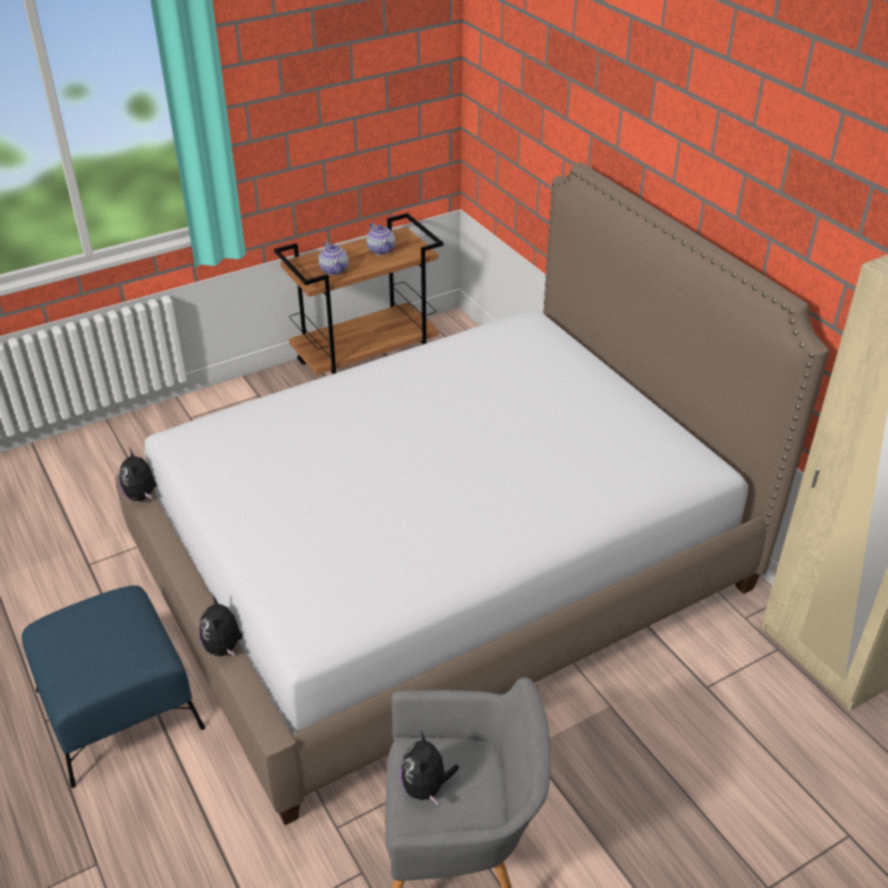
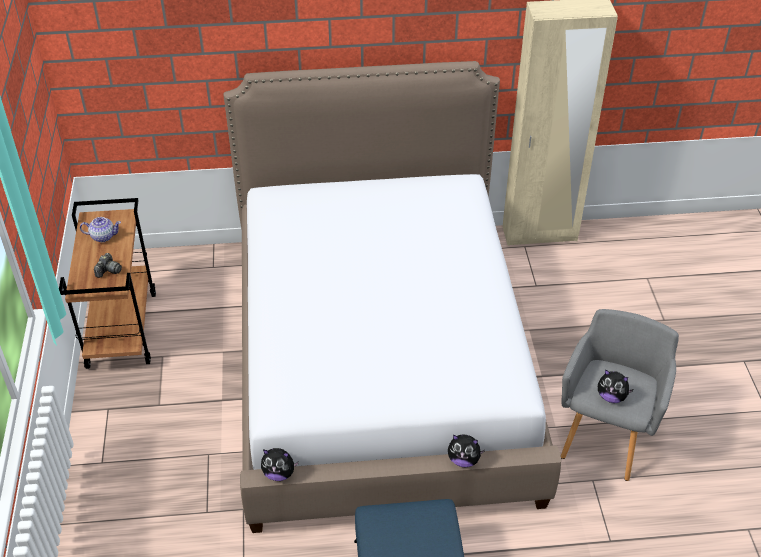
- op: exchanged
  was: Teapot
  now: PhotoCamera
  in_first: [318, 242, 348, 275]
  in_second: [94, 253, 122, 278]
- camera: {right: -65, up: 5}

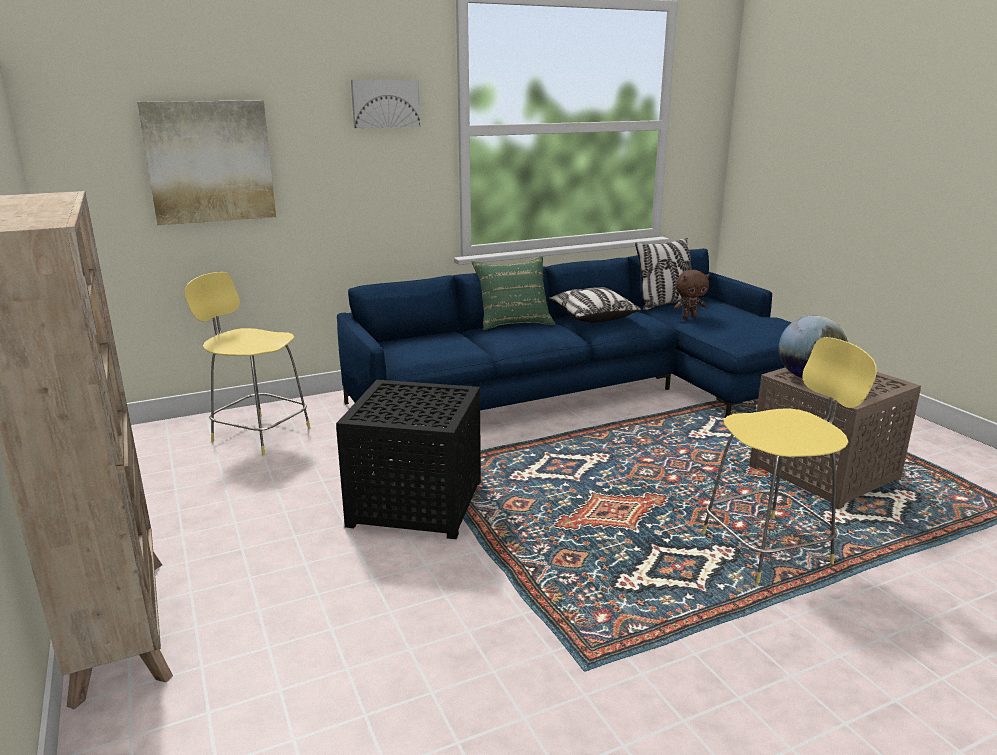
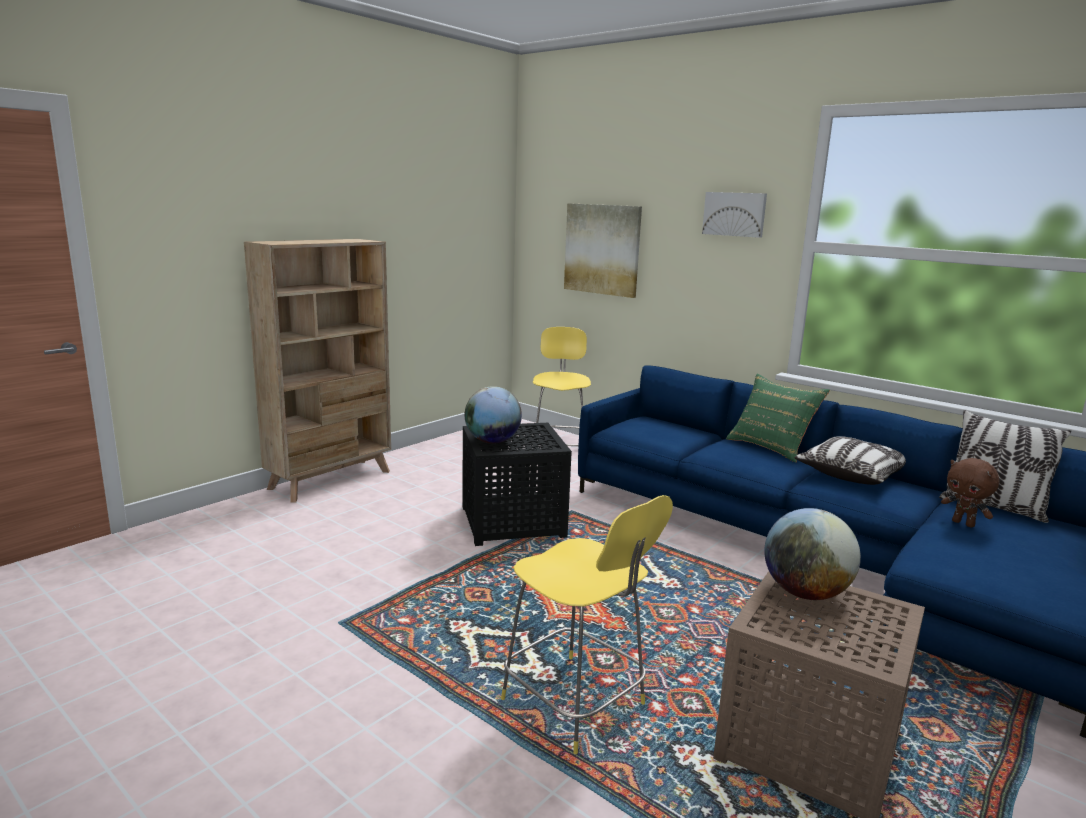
- op: appeared
  now: WorldGlobe
  in_second: [465, 386, 522, 444]
- camera: {right: 65, up: -5}

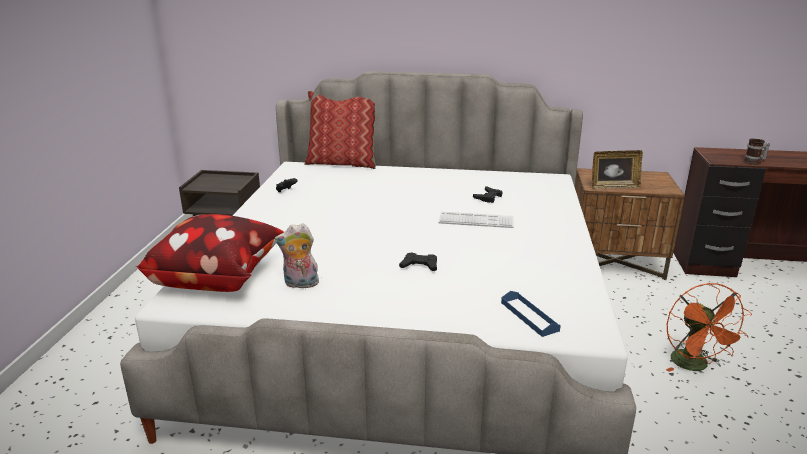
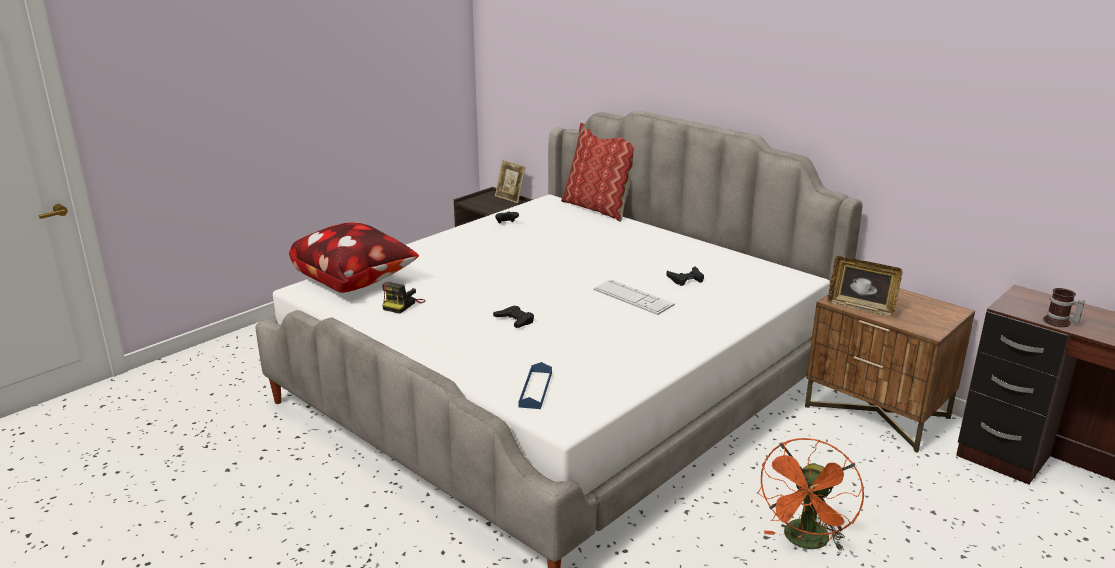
- op: appeared
  now: PictureFrame
  in_second: [495, 160, 526, 203]
- op: exchanged
  was: SoftToy
  now: PhotoCamera
  in_first: [274, 223, 320, 288]
  in_second: [382, 282, 426, 314]
- camera: {right: 35, up: 0}

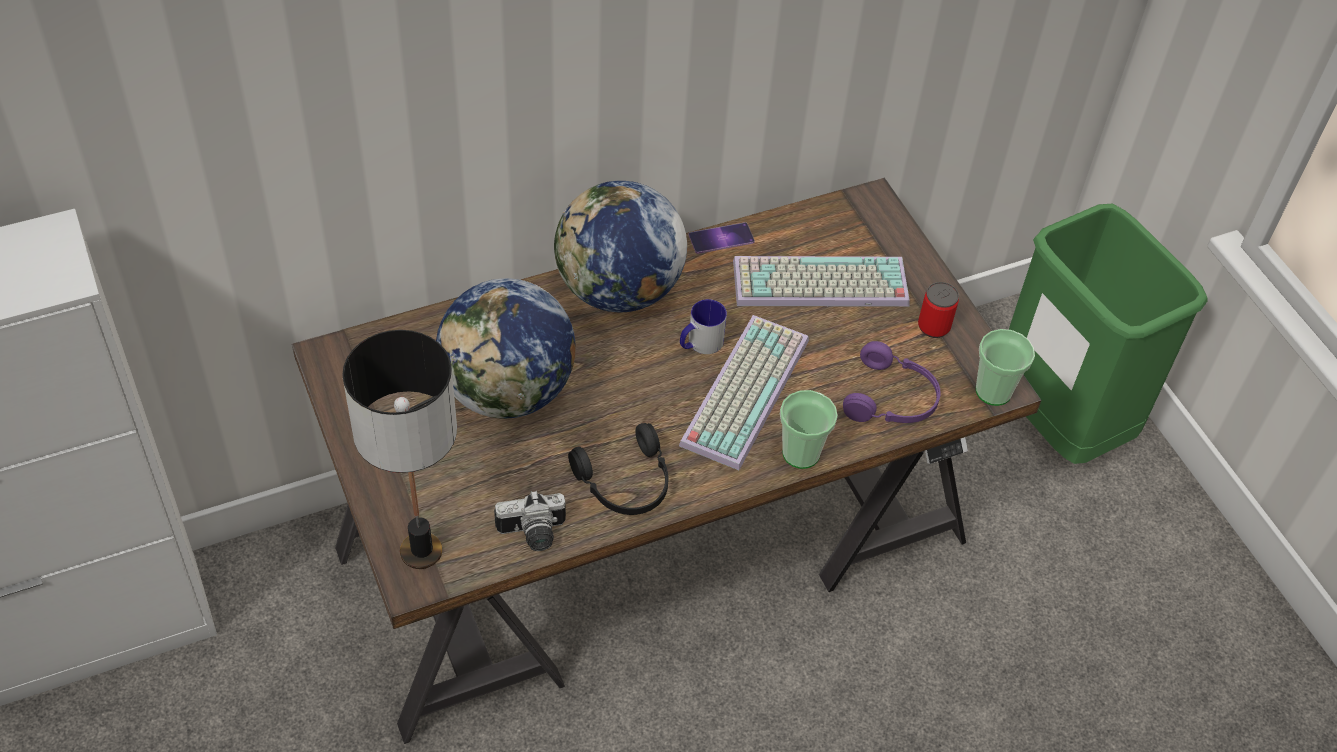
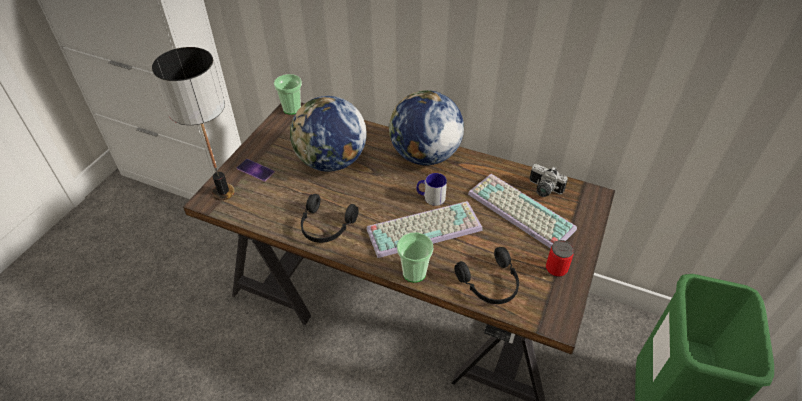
- op: relocated
  was: PhotoCamera
  in_first: [494, 490, 566, 551]
  in_second: [529, 164, 568, 197]
- op: relocated
  was: Telephone
  in_first: [688, 222, 755, 254]
  in_second: [237, 159, 275, 182]
- op: relocated
  was: Cup
  in_first: [976, 329, 1035, 406]
  in_second: [274, 74, 302, 115]
- op: colour
  was: PurpleColouredHeadphones
  now: BlackishHeadphones
  in_first: [843, 341, 941, 423]
  in_second: [454, 247, 519, 304]
- camera: {right: 50, up: -5}

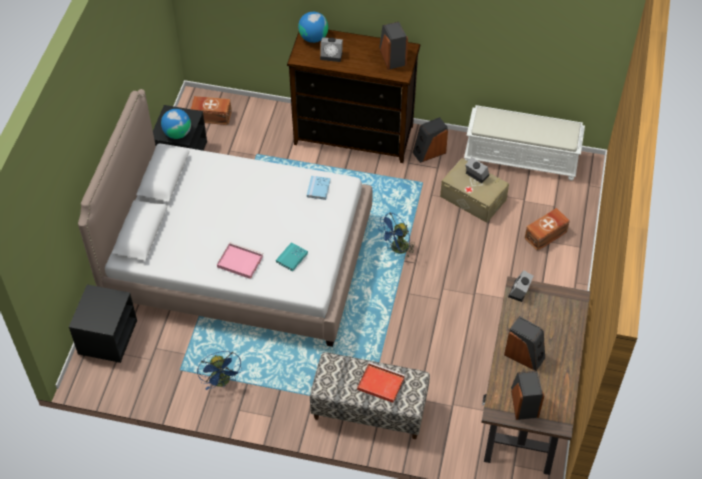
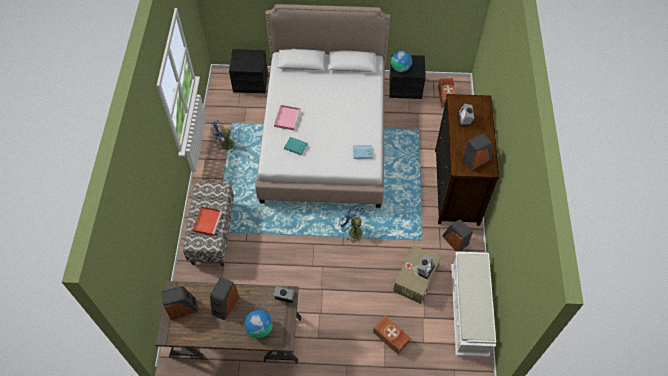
- op: relocated
  was: WorldGlobe
  in_first: [298, 12, 328, 43]
  in_second: [245, 310, 273, 338]
- camera: {right: 80, up: 5}

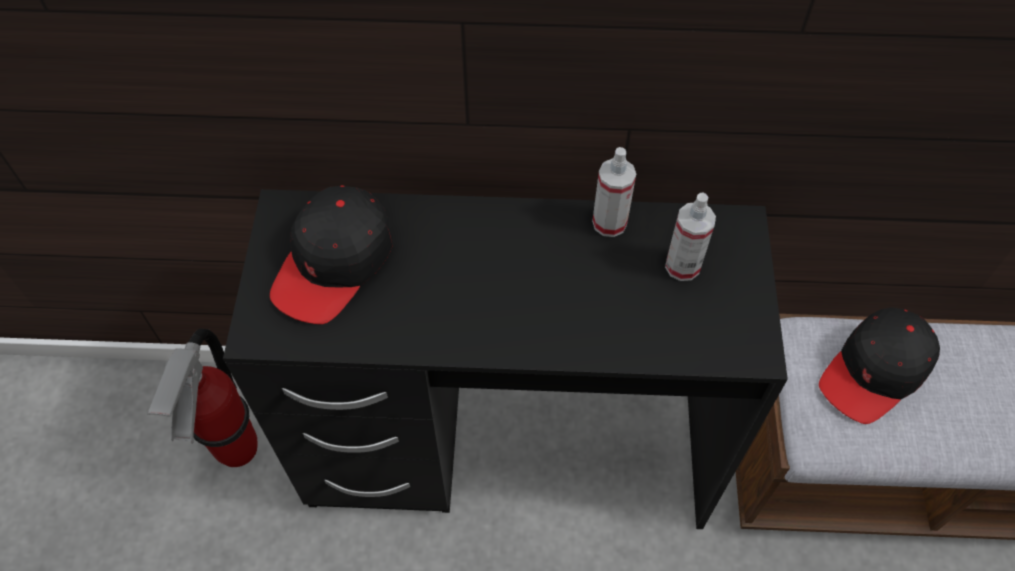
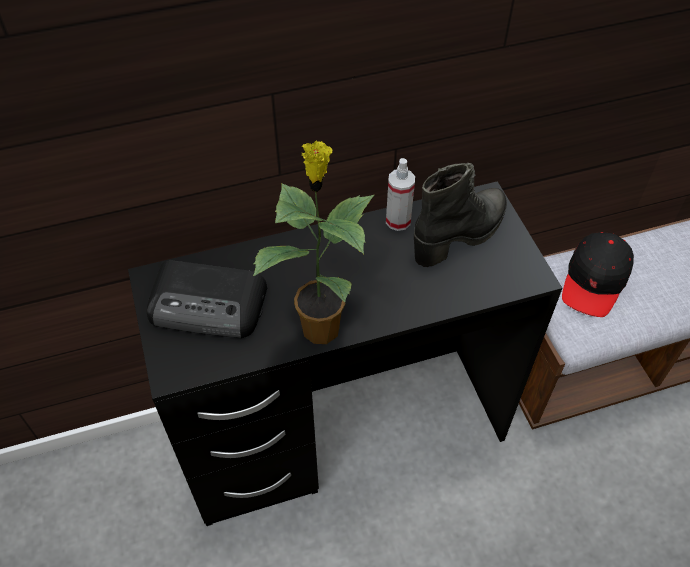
- op: missing
  was: FireExtinguisher
  in_first: [147, 329, 258, 467]
- op: appeared
  now: PottedPlant
  in_second: [253, 141, 374, 344]
- op: exchanged
  was: BlackishPeakedCap
  now: RadioReceiver
  in_first: [270, 185, 393, 324]
  in_second: [147, 260, 267, 338]
- op: exchanged
  was: Sprayer
  now: BlackishBoot
  in_first: [665, 193, 716, 281]
  in_second: [414, 163, 507, 267]
- camera: {right: -20, up: -5}

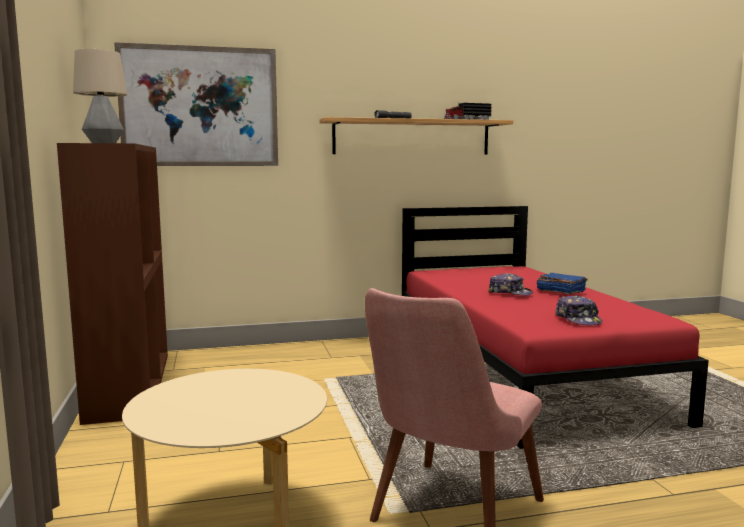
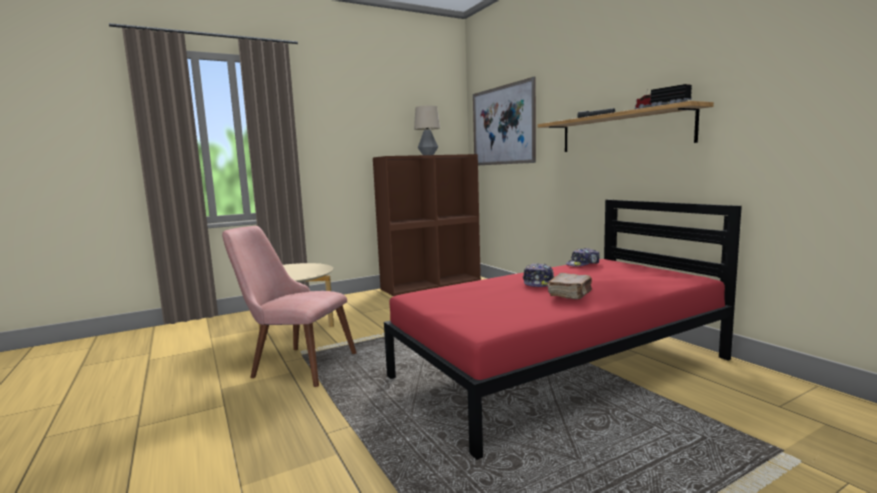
- op: relocated
  was: PeakedCap
  in_first: [555, 296, 602, 325]
  in_second: [566, 248, 600, 267]
- op: colour
  was: BlueBoundBook
  now: BrownishBoundBook
  in_first: [537, 273, 587, 294]
  in_second: [548, 273, 592, 299]
- camera: {right: 75, up: 0}

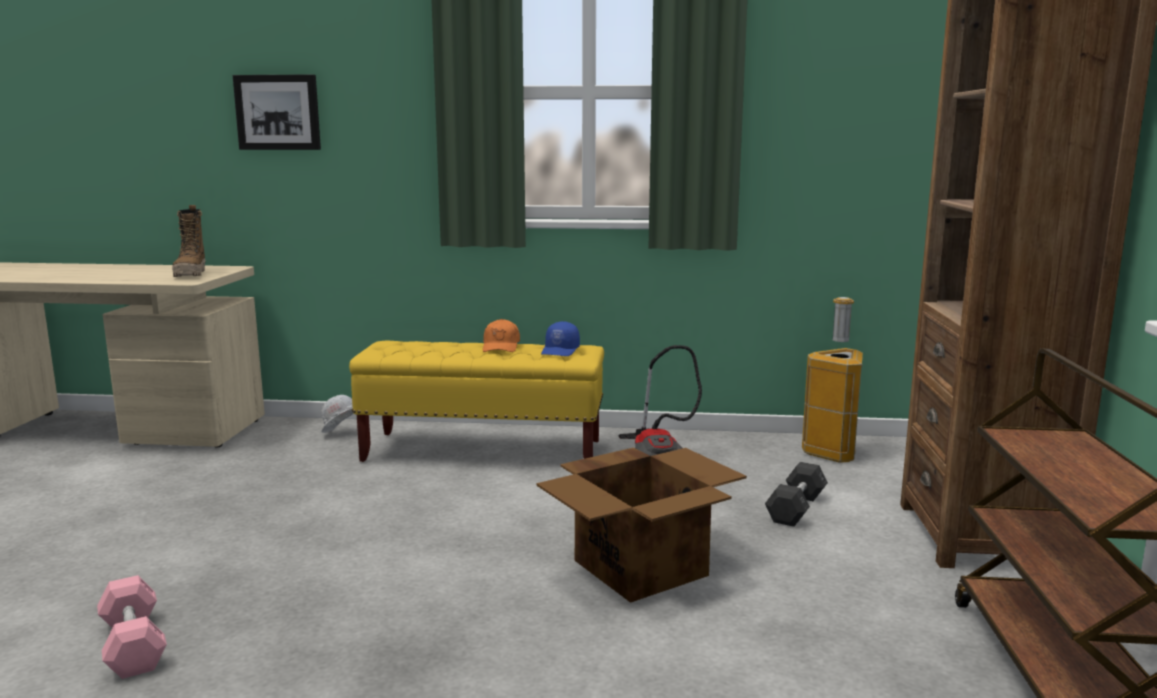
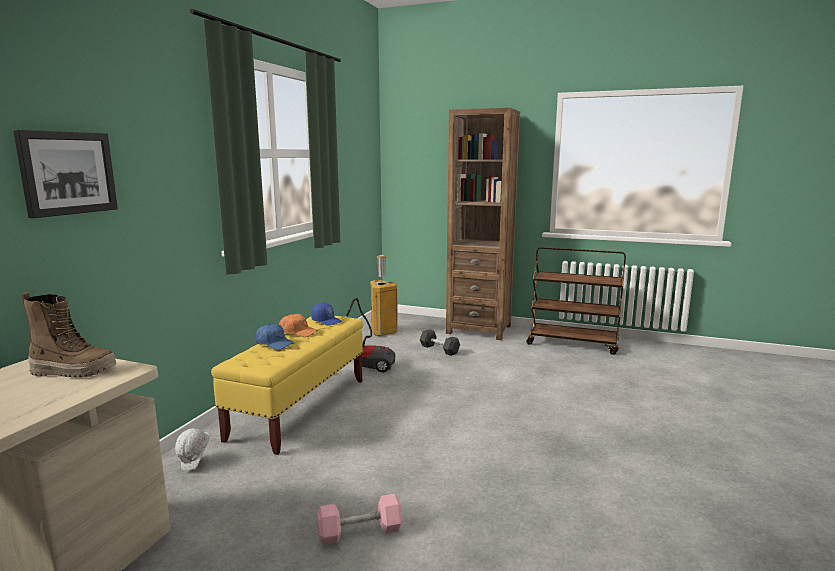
- op: missing
  was: Carton
  in_first: [536, 448, 747, 603]
- op: appeared
  now: BluePeakedCap
  in_second: [255, 324, 295, 350]
- op: relocated
  was: PinkishFreeWeight
  in_first: [97, 575, 167, 679]
  in_second: [317, 494, 403, 545]
- camera: {right: -75, up: 0}

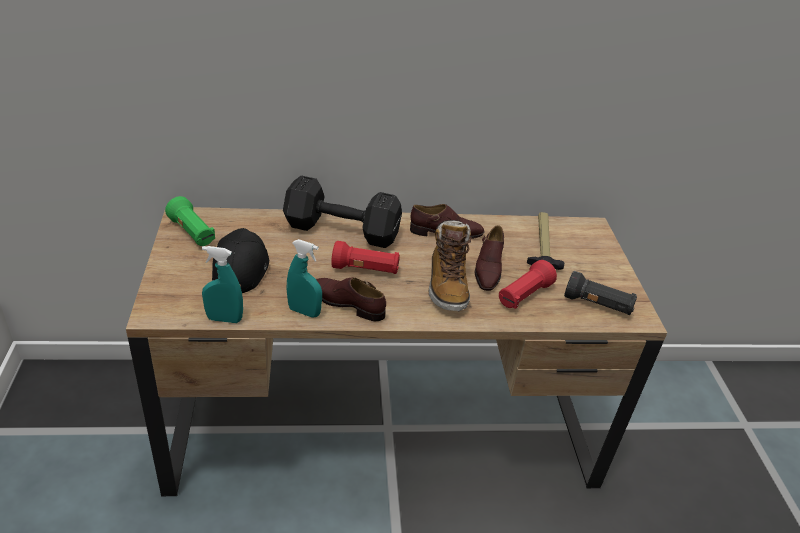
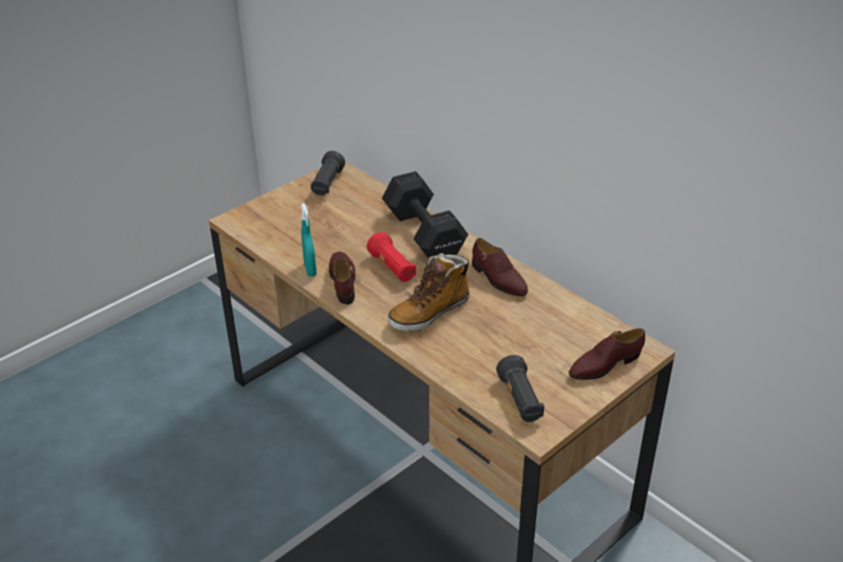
- op: missing
  was: TurquoiseSprayer
  in_first: [202, 246, 243, 323]
- op: missing
  was: BlackishPeakedCap
  in_first: [212, 228, 269, 293]
- op: missing
  was: ReddishHandTorch
  in_first: [499, 260, 557, 309]
- op: missing
  was: HandHammer
  in_first: [527, 212, 564, 270]
- op: relocated
  was: BrownishShoe
  in_first: [475, 225, 504, 291]
  in_second: [569, 328, 645, 380]
- op: colour
  was: GreenColouredHandTorch
  now: BlackishHandTorch
  in_first: [165, 196, 215, 246]
  in_second: [311, 151, 345, 195]
- camera: {right: 55, up: 0}

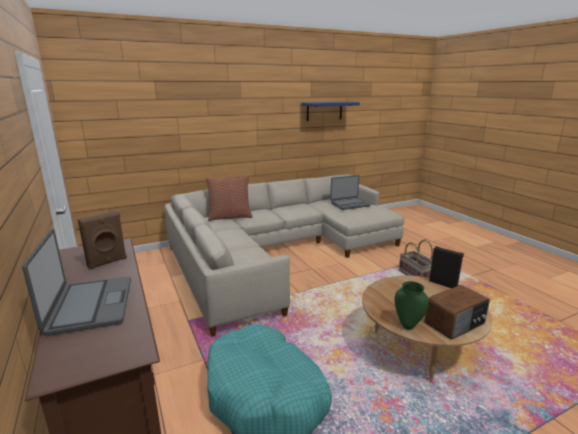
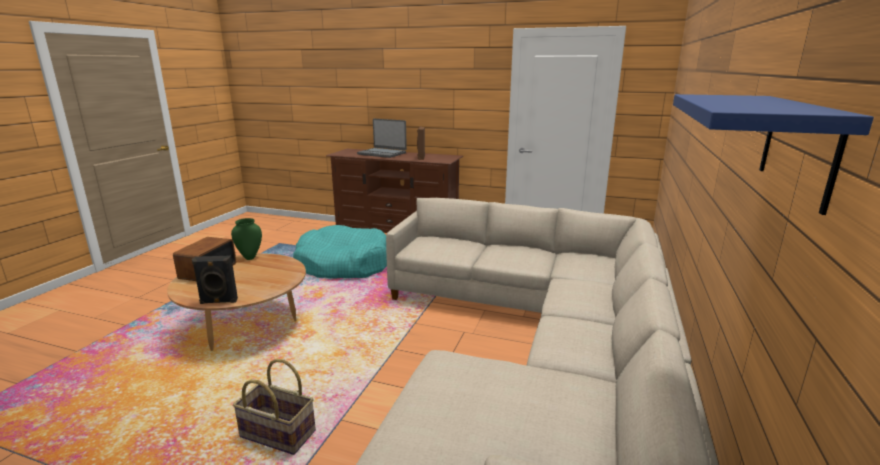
- op: missing
  was: ThrowPillow
  in_first: [206, 176, 252, 221]
- op: missing
  was: Laptop
  in_first: [330, 175, 371, 210]
- camera: {right: 135, up: 0}

